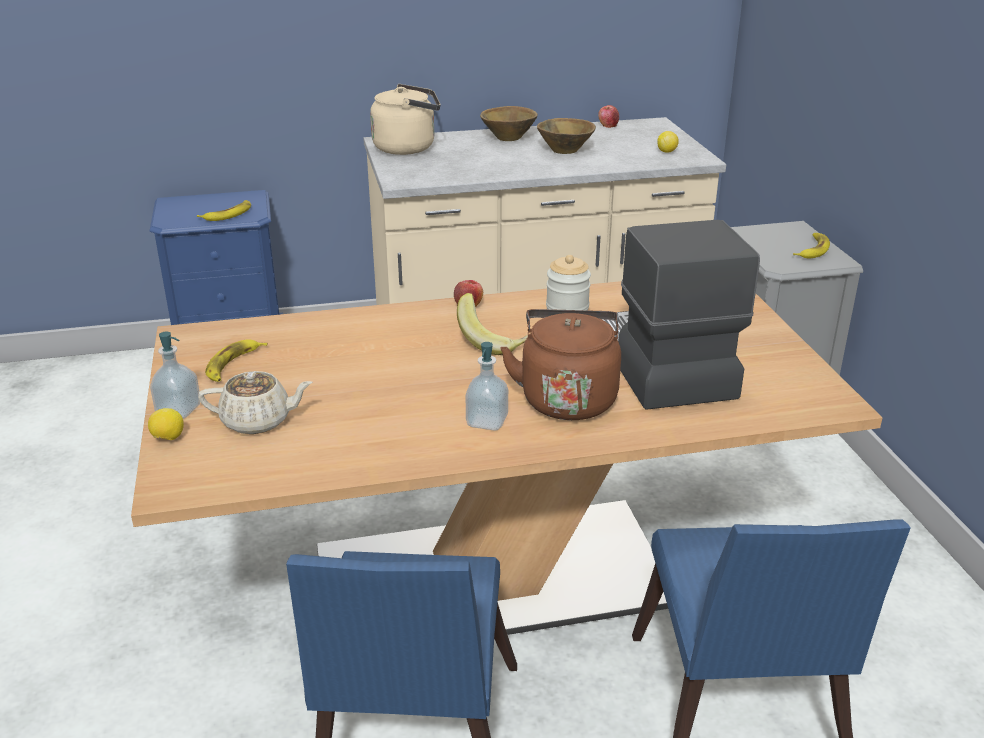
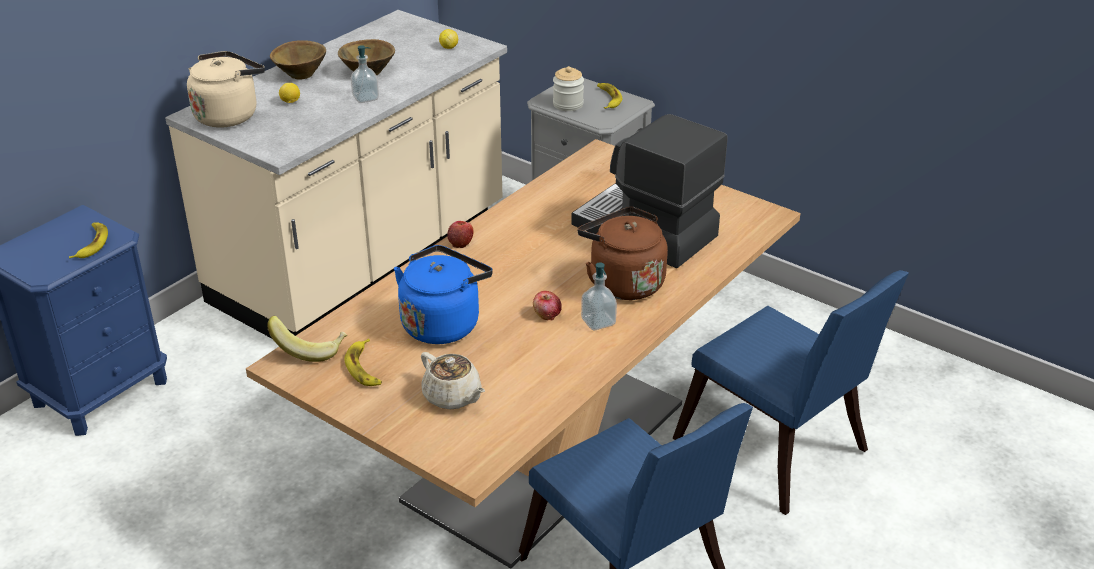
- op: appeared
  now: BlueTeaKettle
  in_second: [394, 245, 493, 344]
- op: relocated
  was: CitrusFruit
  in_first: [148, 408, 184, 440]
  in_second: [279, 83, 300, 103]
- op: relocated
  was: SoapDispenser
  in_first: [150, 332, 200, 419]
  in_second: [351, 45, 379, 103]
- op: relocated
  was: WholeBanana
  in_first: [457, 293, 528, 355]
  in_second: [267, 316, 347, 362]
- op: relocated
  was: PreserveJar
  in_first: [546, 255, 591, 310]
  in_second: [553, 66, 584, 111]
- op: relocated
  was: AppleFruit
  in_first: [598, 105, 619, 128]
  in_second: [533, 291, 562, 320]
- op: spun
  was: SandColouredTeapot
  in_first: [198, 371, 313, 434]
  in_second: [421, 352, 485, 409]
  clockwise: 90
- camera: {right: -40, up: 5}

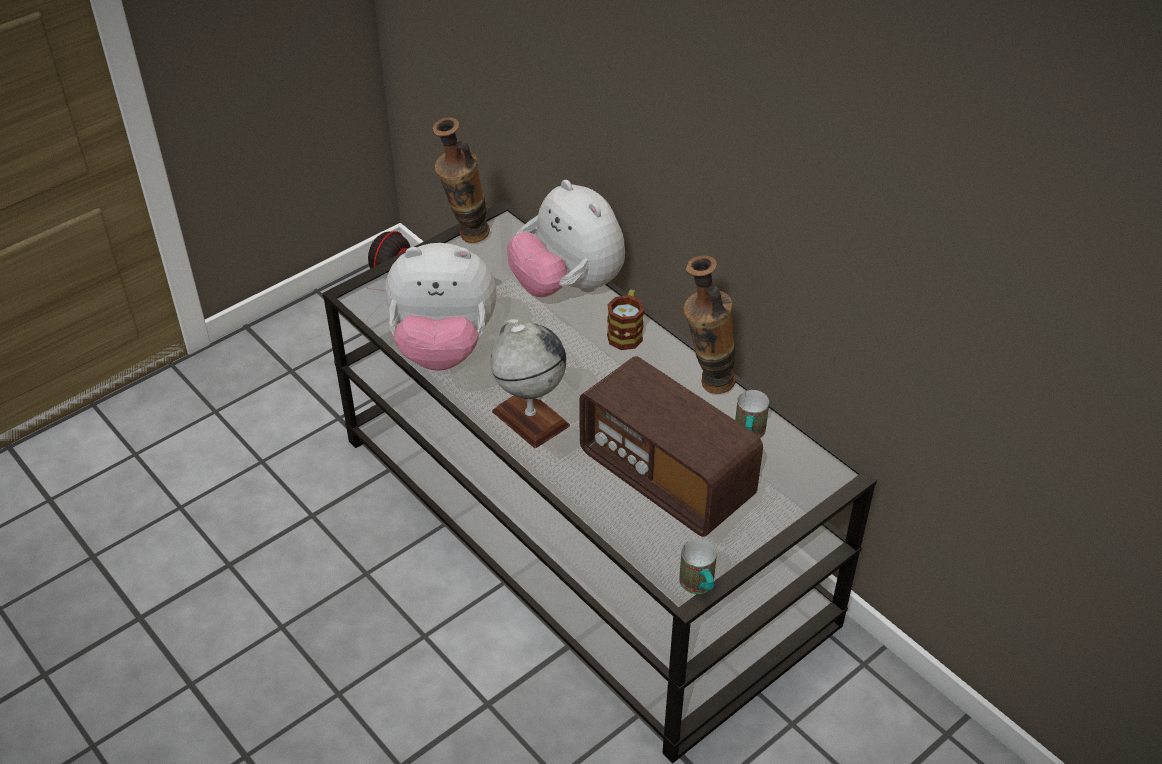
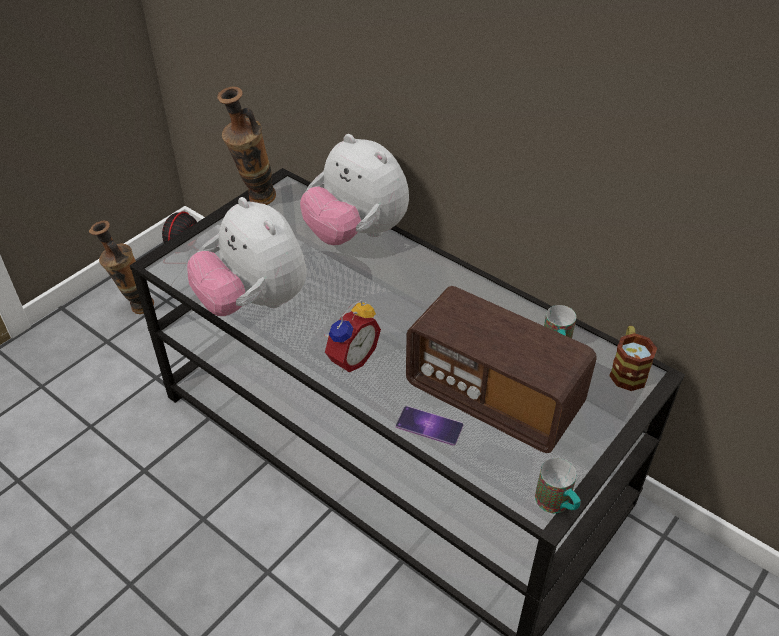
- op: appeared
  now: Telephone
  in_second: [396, 406, 463, 446]
- op: relocated
  was: Mug
  in_first: [607, 289, 644, 350]
  in_second: [609, 326, 657, 391]
- op: relocated
  was: Vase
  in_first: [683, 255, 736, 394]
  in_second: [89, 221, 154, 314]
- op: exchanged
  was: WorldGlobe
  now: AlarmClock
  in_first: [491, 319, 570, 448]
  in_second: [324, 300, 381, 372]
- op: spun
  was: SoftToy
  in_first: [386, 243, 497, 371]
  in_second: [187, 197, 307, 316]
  clockwise: 60
- camera: {right: -10, up: 0}

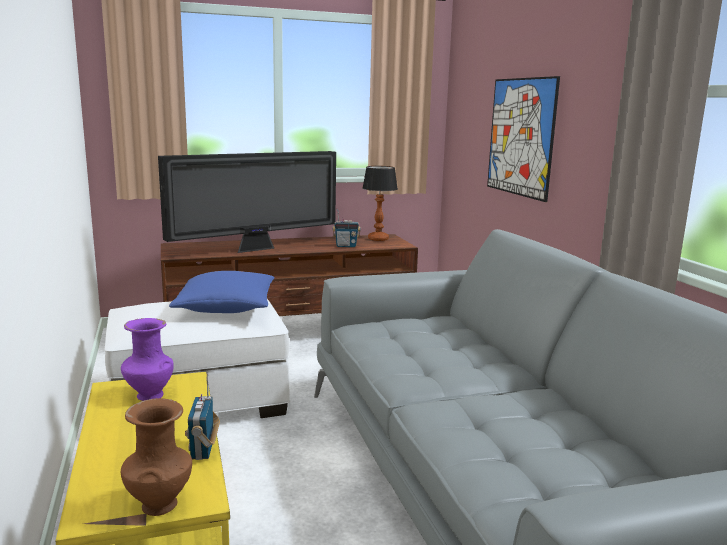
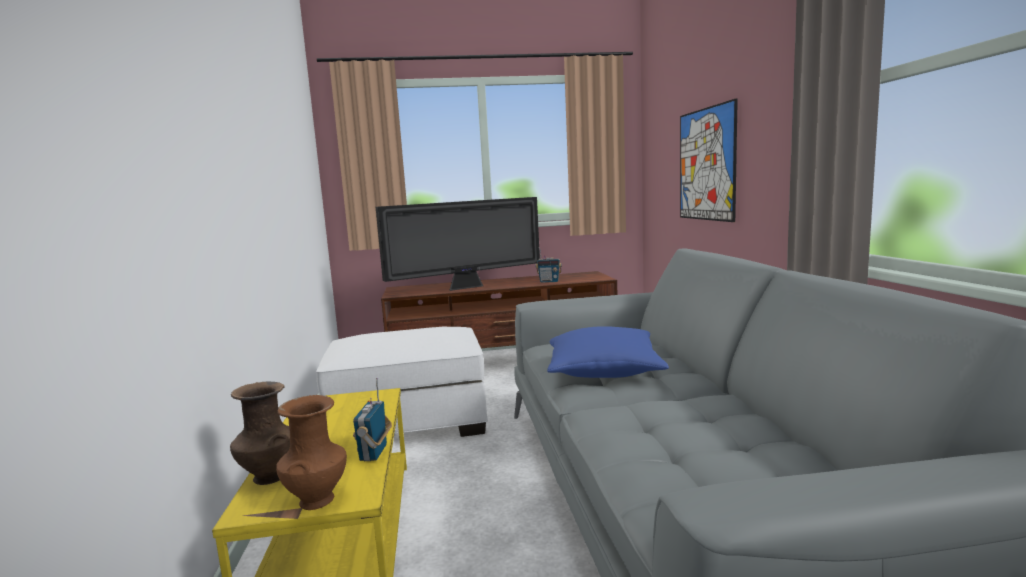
- op: missing
  was: PurpleColouredVase
  in_first: [121, 318, 174, 401]
- op: missing
  was: TableLamp
  in_first: [362, 166, 398, 241]
- op: appeared
  now: BrownishVase
  in_second: [230, 382, 290, 485]
- op: relocated
  was: BlueThrowPillow
  in_first: [169, 271, 275, 313]
  in_second: [547, 326, 669, 378]
- camera: {right: 10, up: -5}

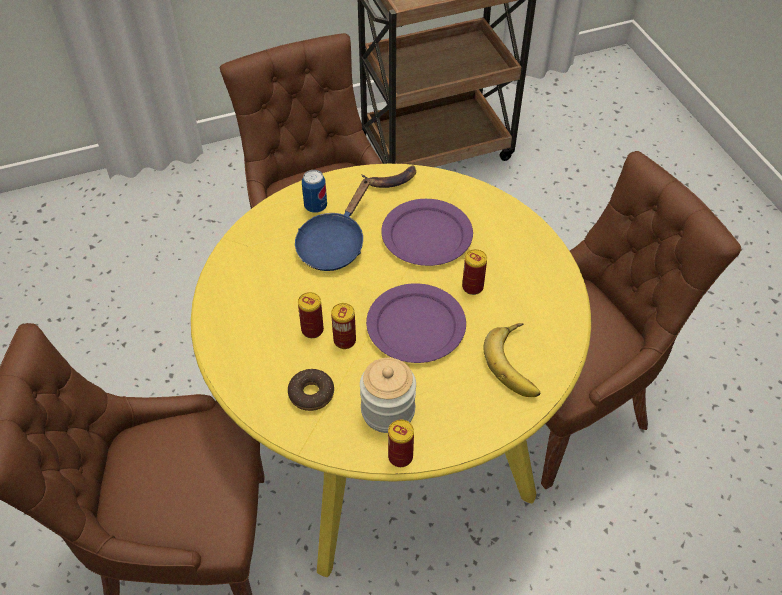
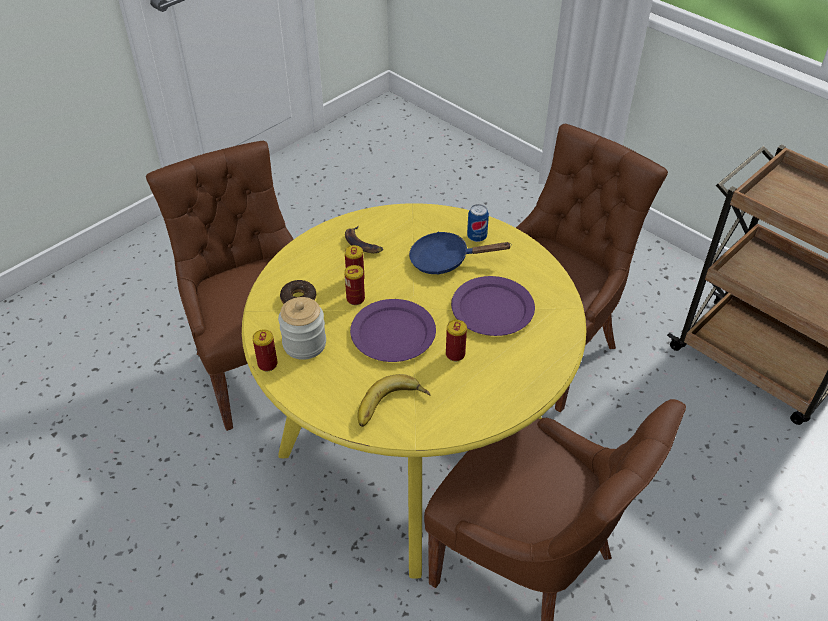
- op: relocated
  was: WholeBanana
  in_first: [361, 165, 416, 188]
  in_second: [345, 226, 383, 253]
- camera: {right: 65, up: -5}

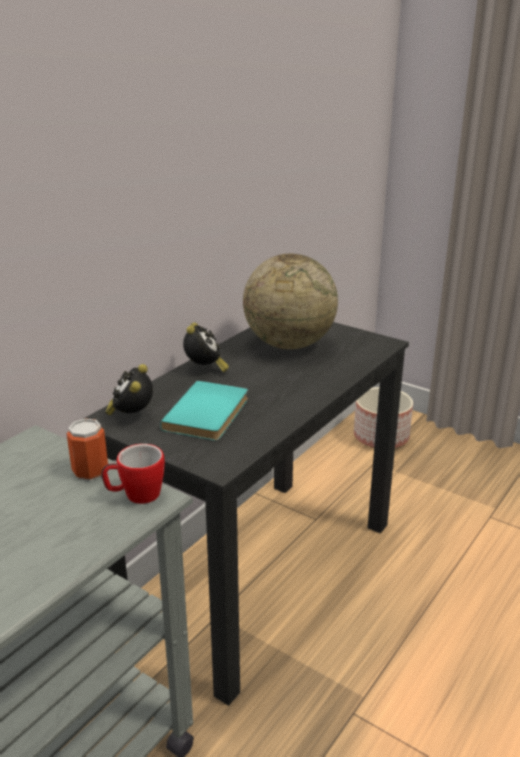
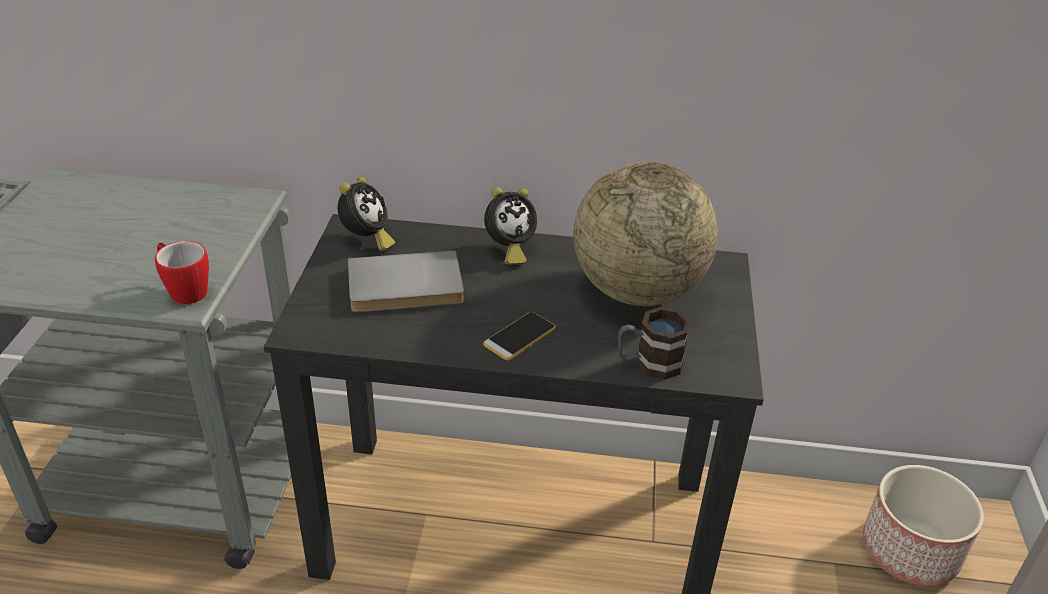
- op: missing
  was: SealedCan
  in_first: [67, 419, 108, 481]
- op: appeared
  now: Telephone
  in_second: [483, 312, 556, 361]
- op: appeared
  now: Mug
  in_second: [618, 307, 691, 380]
- op: colour
  was: TurquoiseBoundBook
  now: GrayBoundBook
  in_first: [160, 381, 248, 440]
  in_second: [348, 250, 464, 313]
- op: spun
  was: AlarmClock
  in_first: [105, 364, 153, 415]
  in_second: [337, 177, 395, 251]
  clockwise: 135
- camera: {right: 60, up: 10}

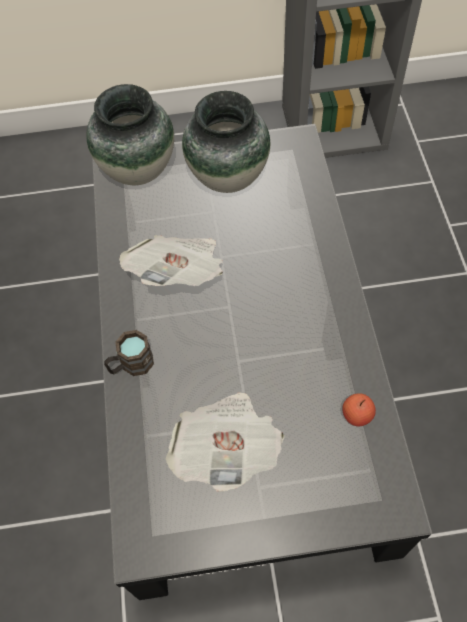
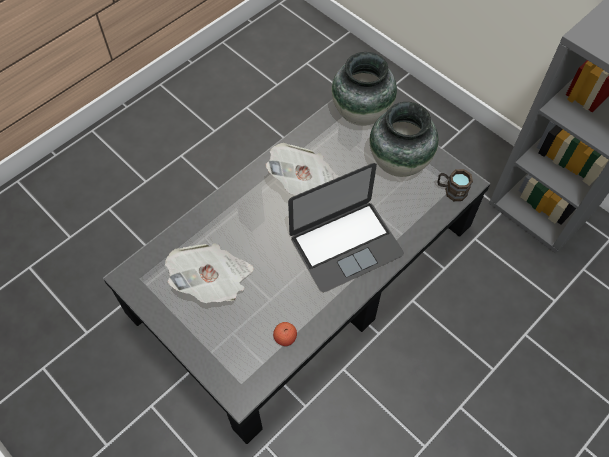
- op: appeared
  now: Laptop
  in_second: [288, 163, 404, 292]
- op: relocated
  was: BrownishMug
  in_first: [104, 330, 154, 376]
  in_second: [437, 169, 473, 201]
- camera: {right: 50, up: 0}

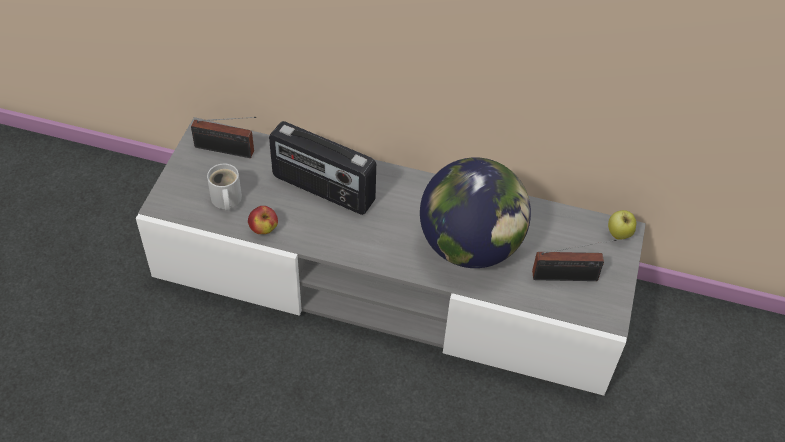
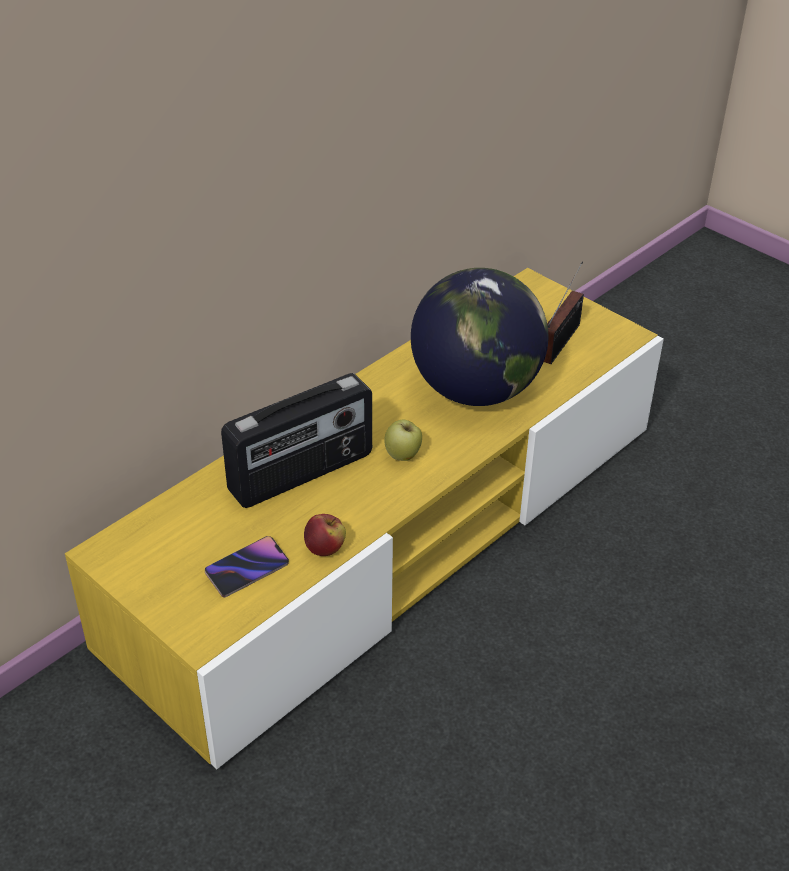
- op: missing
  was: RadioReceiver
  in_first: [191, 117, 256, 158]
- op: relocated
  was: AppleFruit
  in_first: [608, 210, 637, 240]
  in_second: [384, 420, 422, 461]
- op: exchanged
  was: WhiteMug
  now: Telephone
  in_first: [207, 164, 242, 211]
  in_second: [205, 536, 289, 598]
- op: colour
  was: GrayTvUnit
  now: YellowTvUnit
  in_first: [136, 117, 646, 396]
  in_second: [65, 268, 664, 769]
- camera: {right: -60, up: -10}

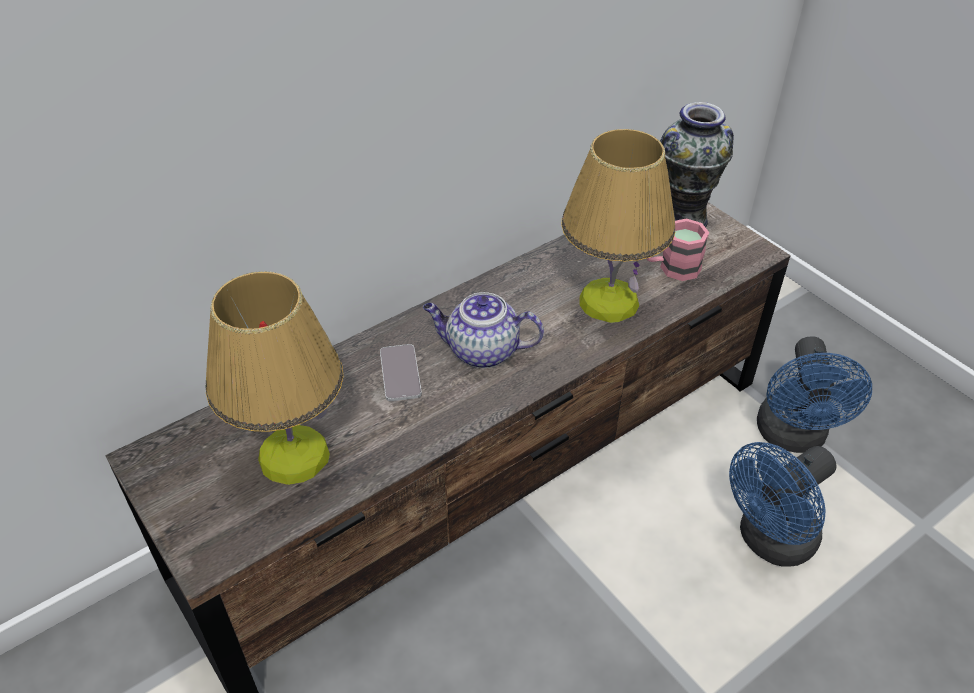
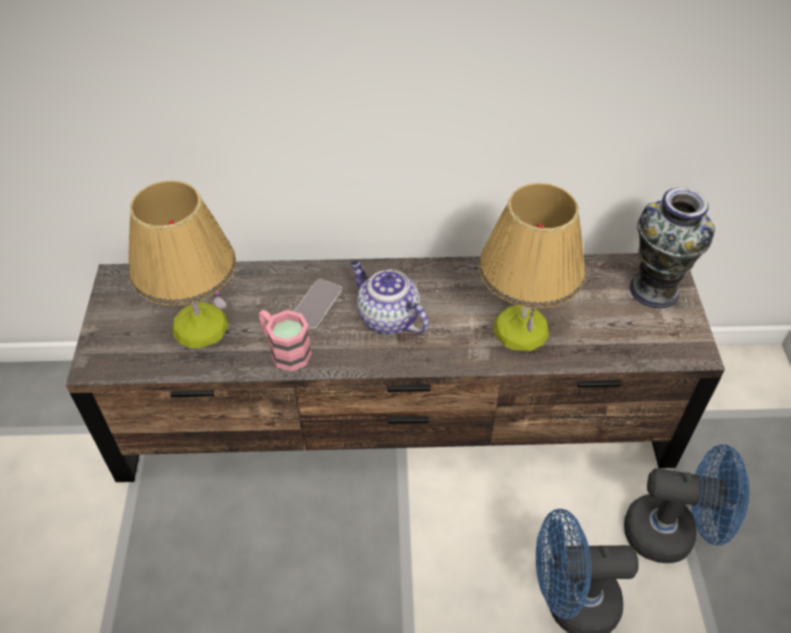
- op: relocated
  was: PinkishMug
  in_first: [646, 218, 709, 281]
  in_second: [259, 310, 312, 371]
- op: spun
  was: BlueCoolingFan
  in_first: [757, 336, 872, 453]
  in_second: [624, 444, 749, 563]
  clockwise: -120
- camera: {right: 35, up: 5}

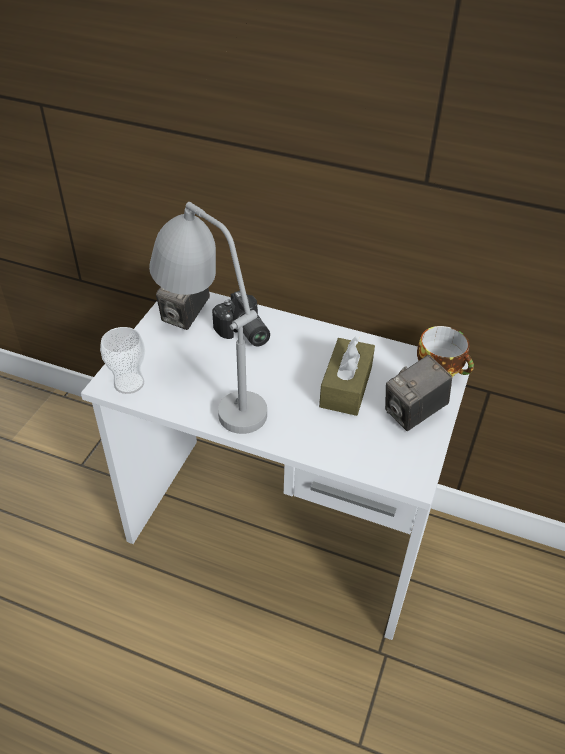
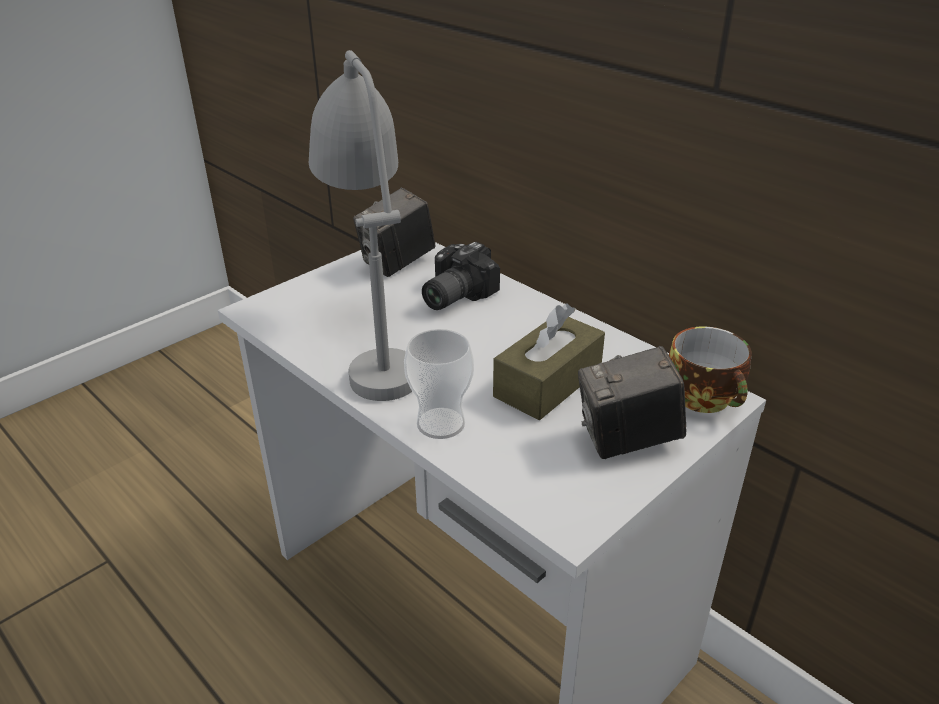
- op: relocated
  was: Cup
  in_first: [100, 327, 145, 394]
  in_second: [404, 329, 474, 439]
- op: spun
  was: PhotoCamera
  in_first: [212, 291, 270, 347]
  in_second: [422, 242, 500, 310]
  clockwise: 45
- camera: {right: 25, up: -10}

